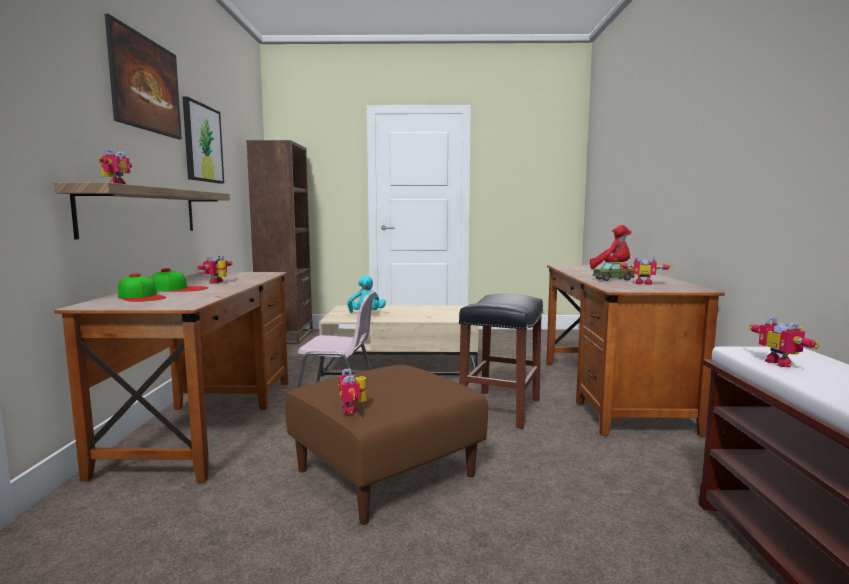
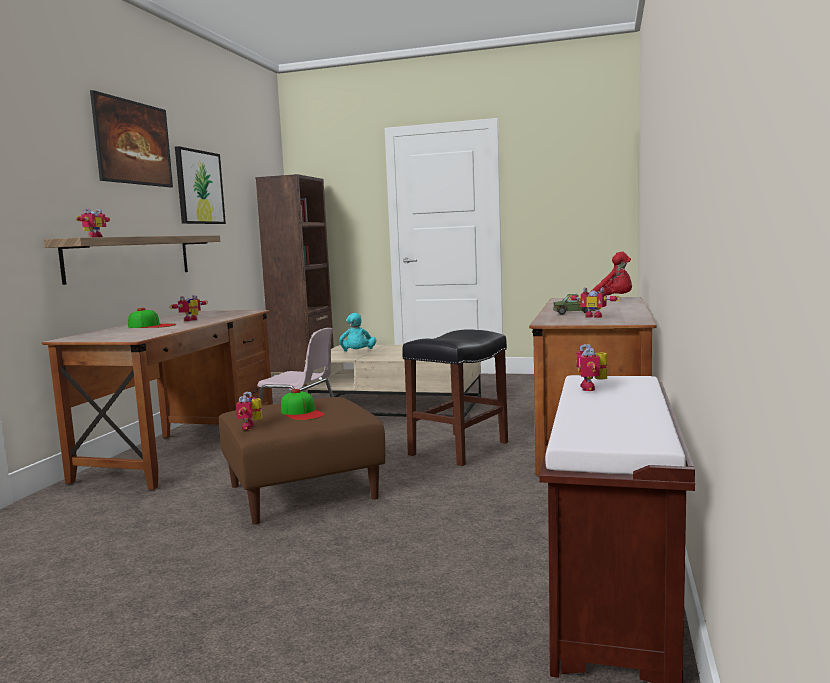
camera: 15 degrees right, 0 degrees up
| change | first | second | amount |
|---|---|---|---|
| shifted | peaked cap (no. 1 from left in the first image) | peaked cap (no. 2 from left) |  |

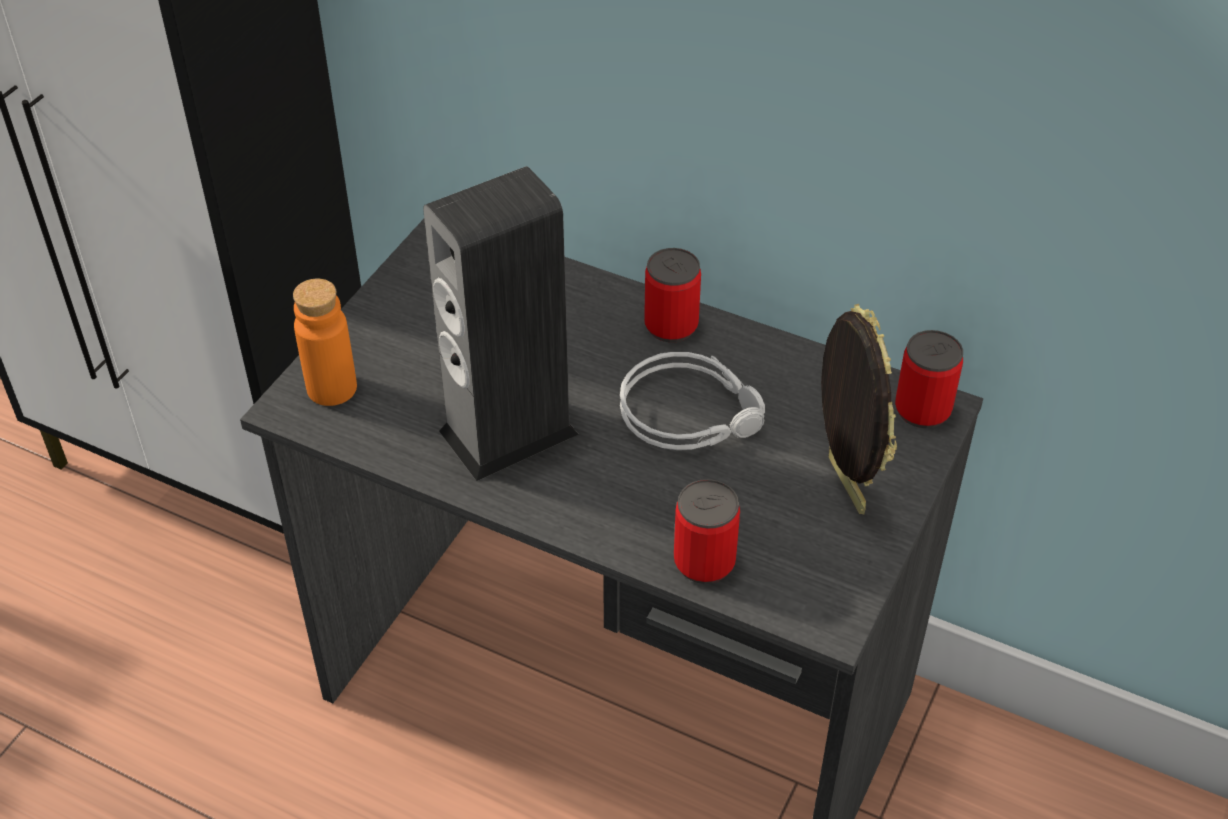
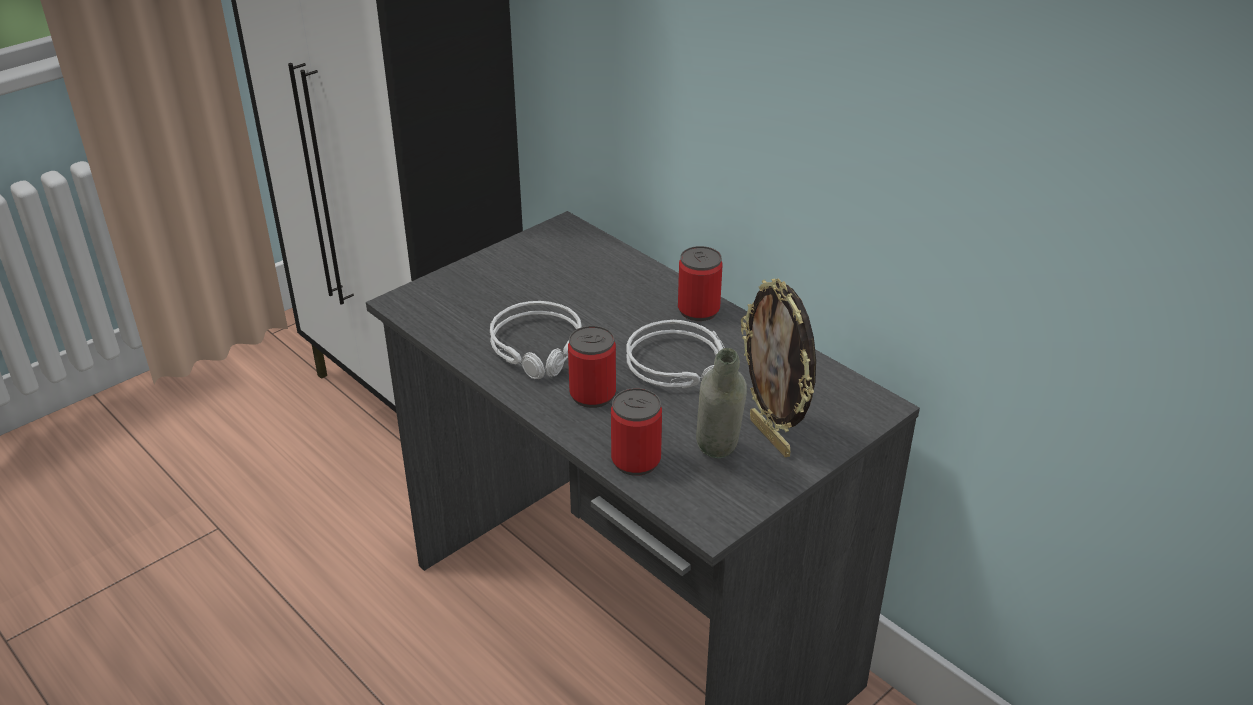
camera: 20 degrees right, 10 degrees down
| change | first | second | amount |
|---|---|---|---|
| swapped | speaker | greyish pair of headphones (no. 1 from left) |  |
| shifted | metal can (no. 3 from left in the first image) | metal can (no. 1 from left) |  |
| new |  | greyish bottle |  |
| rotated | photo frame |  | 150 degrees clockwise |
| gone | orangey bottle |  |  |

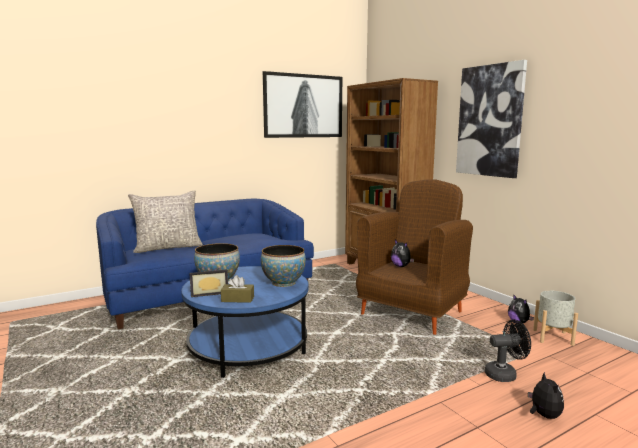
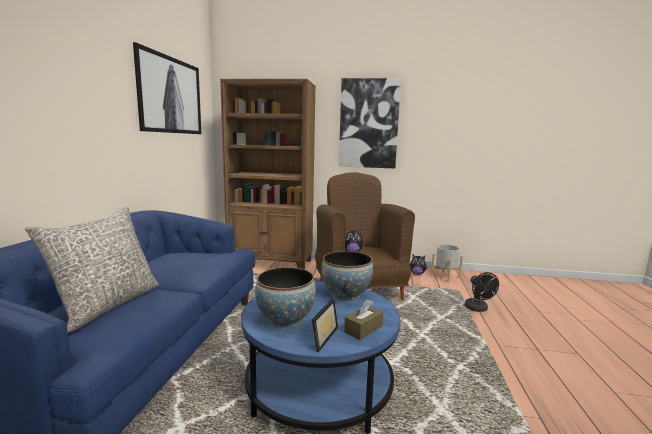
camera: 50 degrees left, 0 degrees up
| change | first | second | amount |
|---|---|---|---|
| rotated | blackish cooling fan |  | 135 degrees clockwise |
| gone | soft toy (no. 3 from left) |  |  |

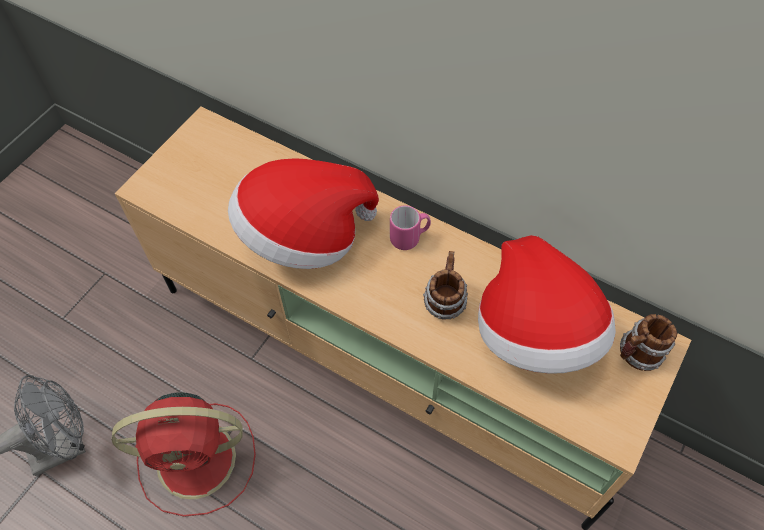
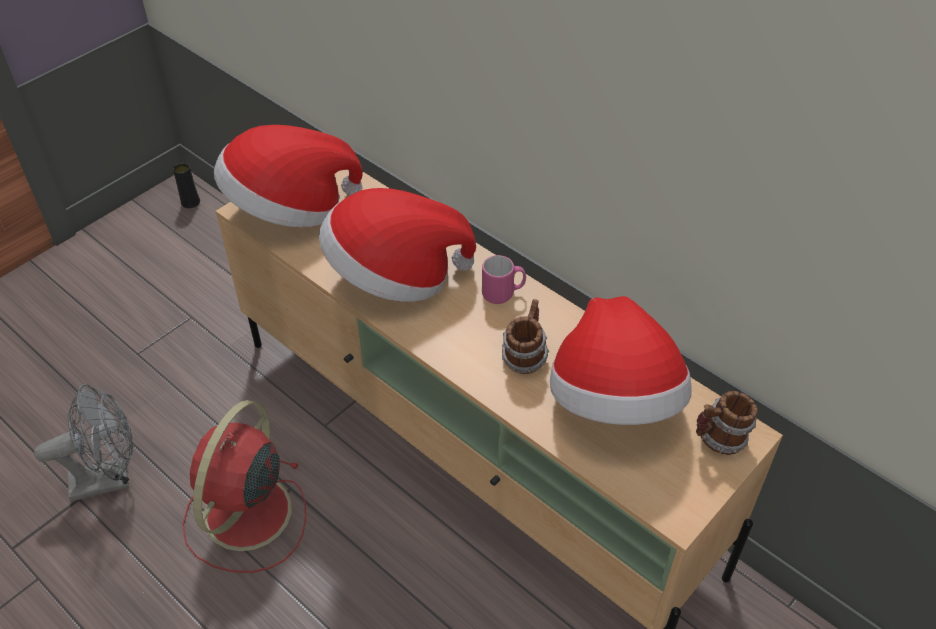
camera: 10 degrees right, 10 degrees down
| change | first | second | amount |
|---|---|---|---|
| new |  | blackish decorative vase |  |
| rotated | red cooling fan |  | 105 degrees clockwise |
| new |  | hat (no. 1 from left) |  |

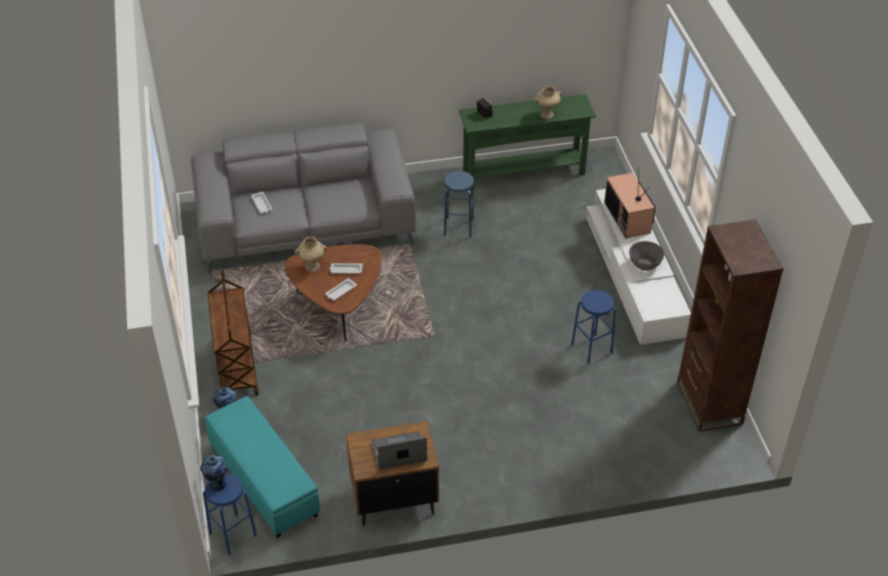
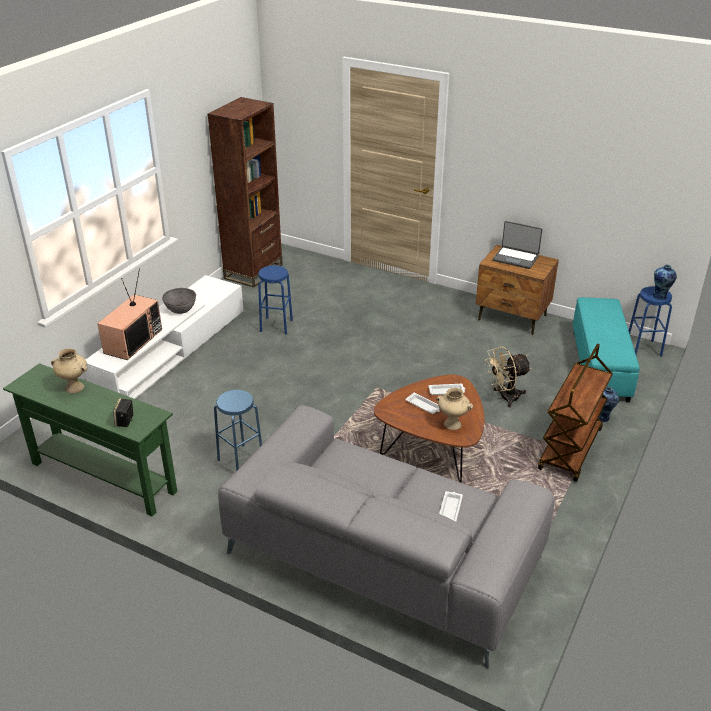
camera: 140 degrees left, 10 degrees down
| change | first | second | amount |
|---|---|---|---|
| new |  | beige cooling fan |  |

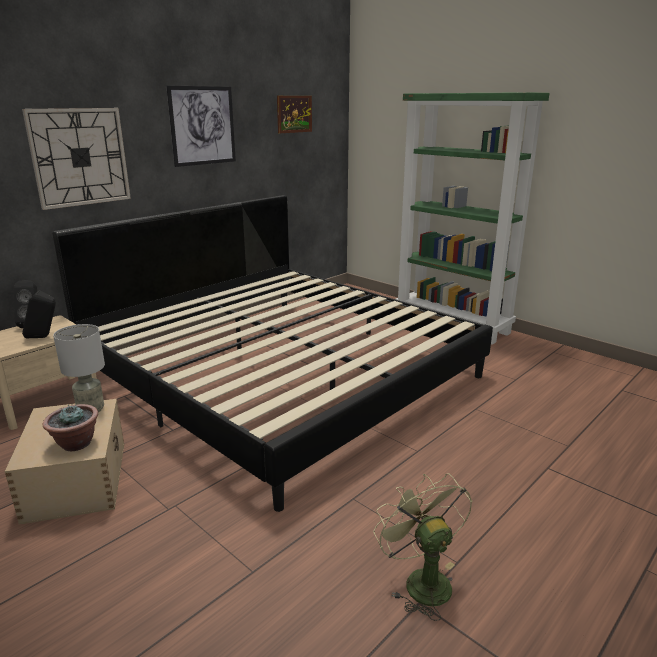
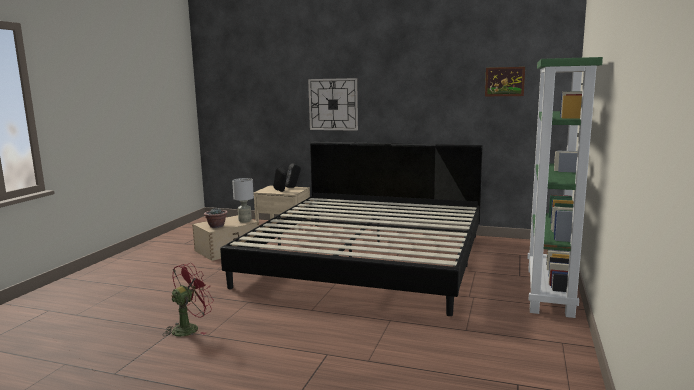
camera: 65 degrees right, 10 degrees down
| change | first | second | amount |
|---|---|---|---|
| repainted | greenish cooling fan | red cooling fan |  |
| gone | wall art (no. 1 from left) |  |  |

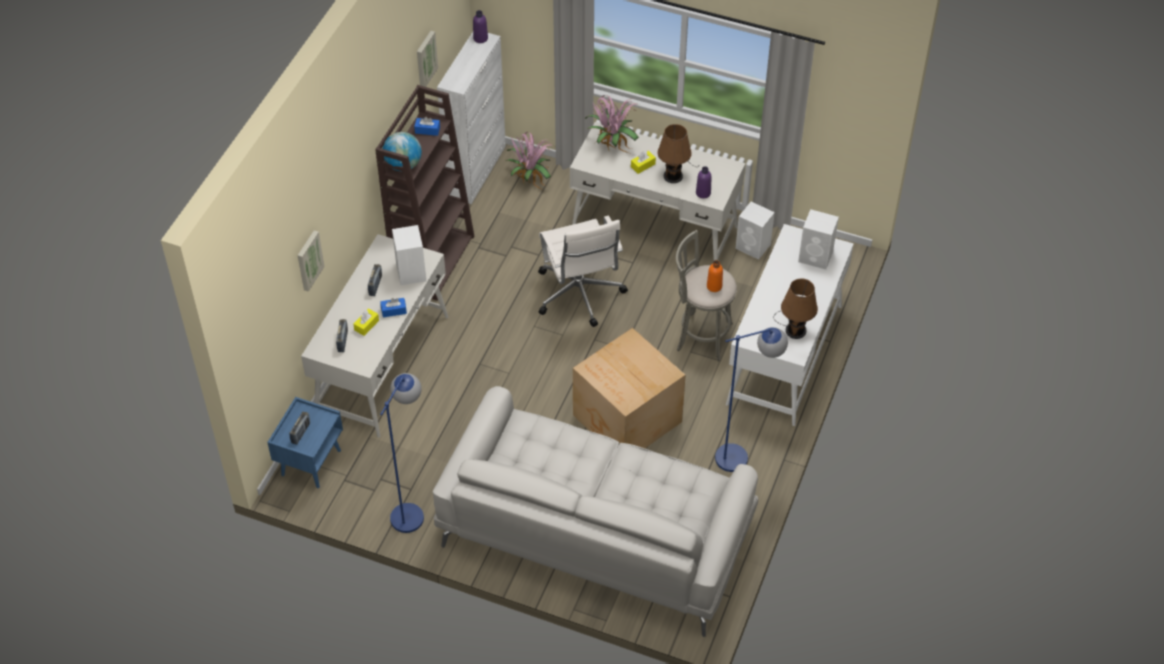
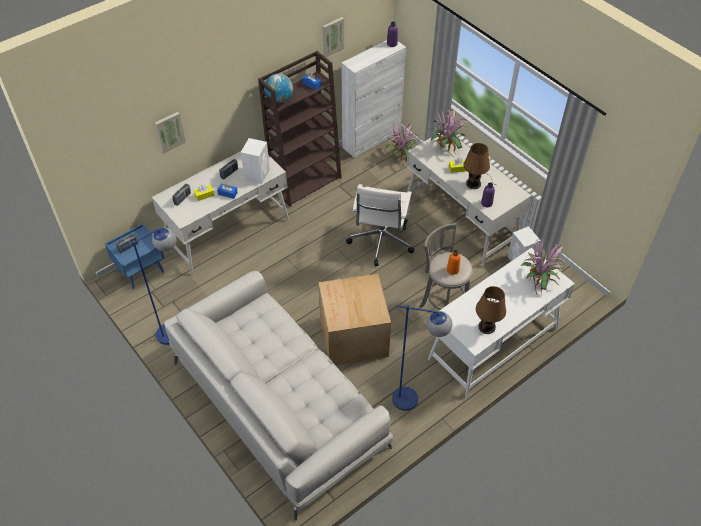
camera: 30 degrees right, 0 degrees up
| change | first | second | amount |
|---|---|---|---|
| swapped | whitish speaker (no. 3 from left) | potted plant (no. 3 from left) |  |

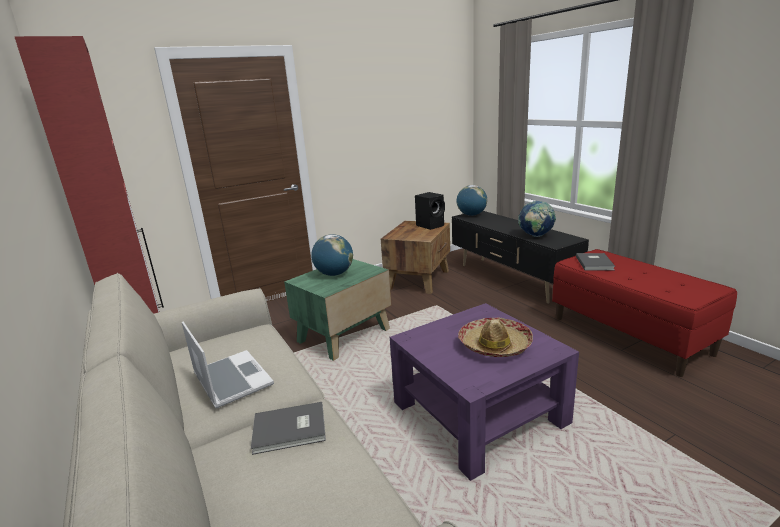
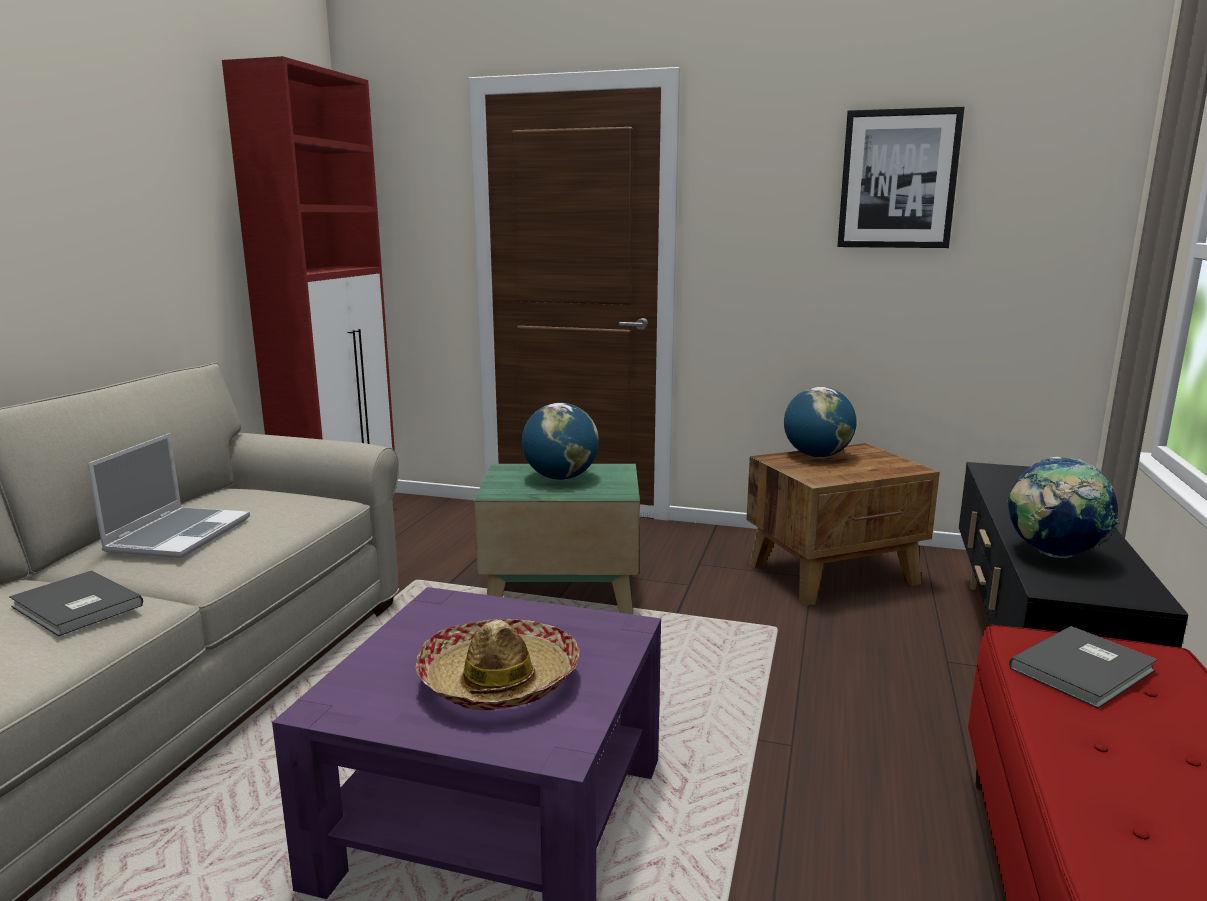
camera: 45 degrees right, 5 degrees down
| change | first | second | amount |
|---|---|---|---|
| shifted | globe (no. 2 from left) |  |  |
| new |  | wall art |  |
| gone | blackish speaker |  |  |

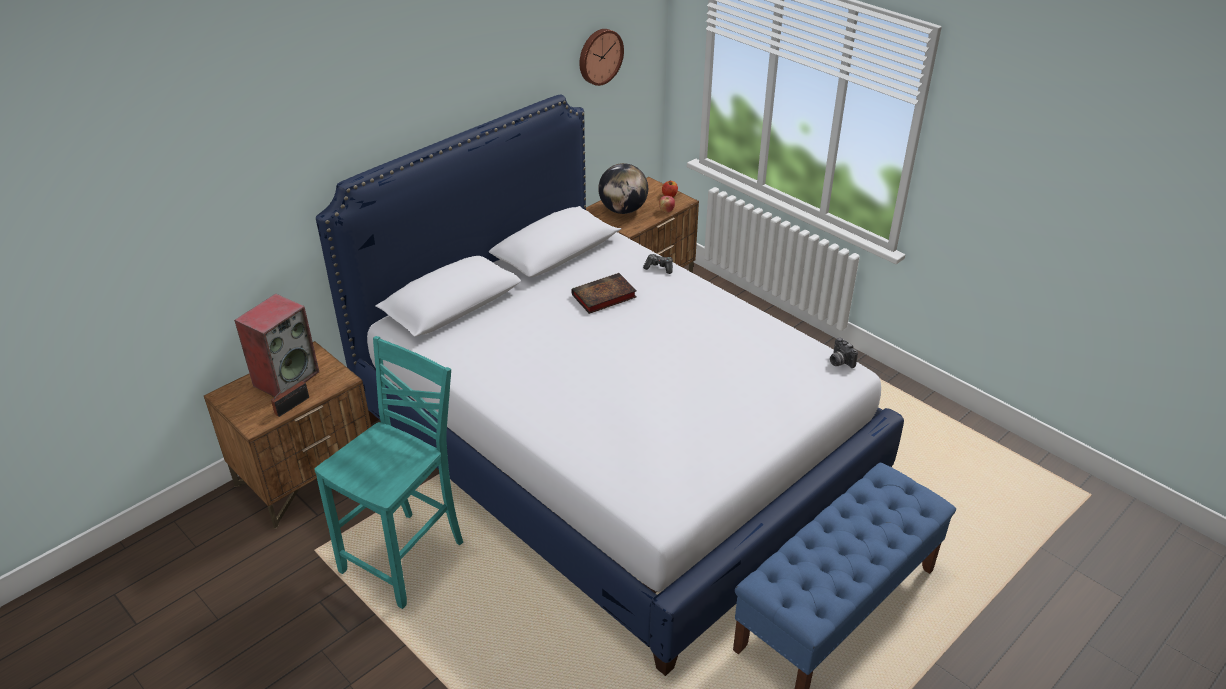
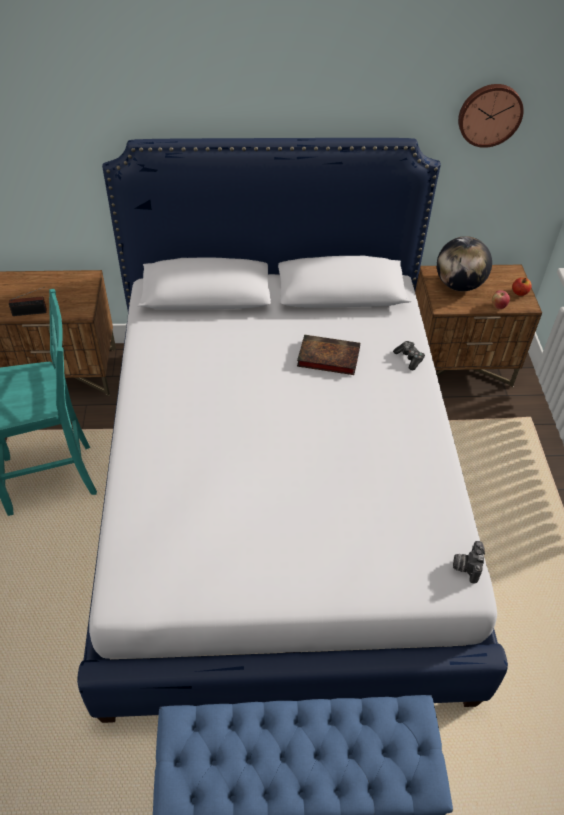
camera: 40 degrees right, 10 degrees up
| change | first | second | amount |
|---|---|---|---|
| gone | speaker |  |  |

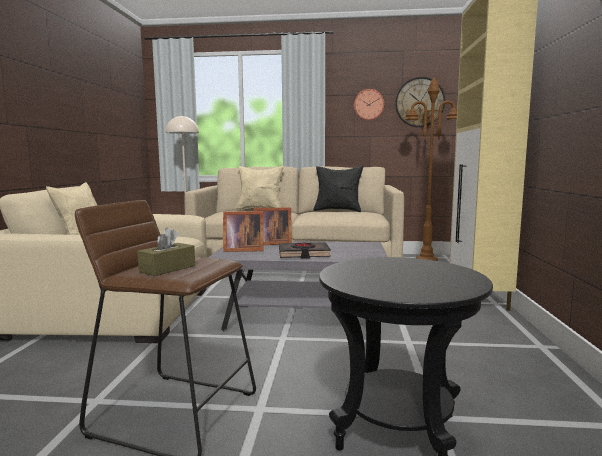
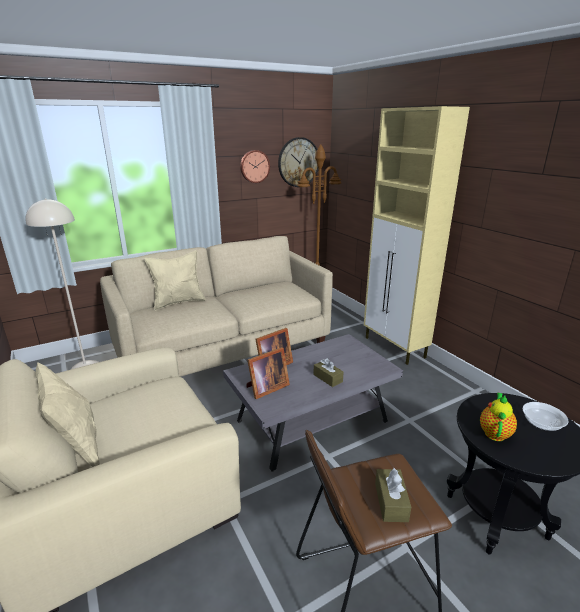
camera: 35 degrees left, 15 degrees up
| change | first | second | amount |
|---|---|---|---|
| swapped | blackish book | brown-coloured tissue holder (no. 1 from left) |  |
| new |  | teapot |  |
| new |  | serving bowl |  |
| gone | blackish pillow |  |  |

